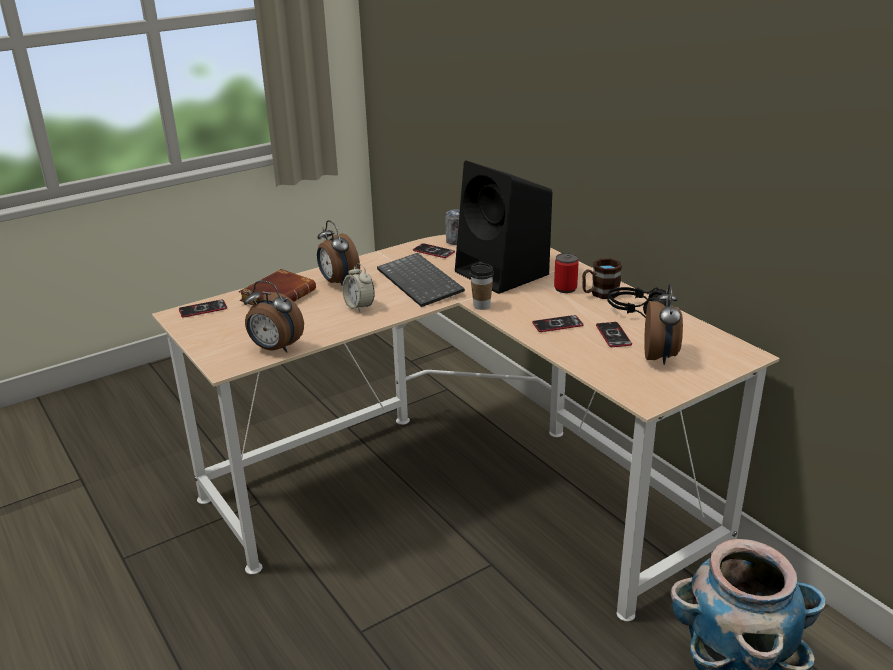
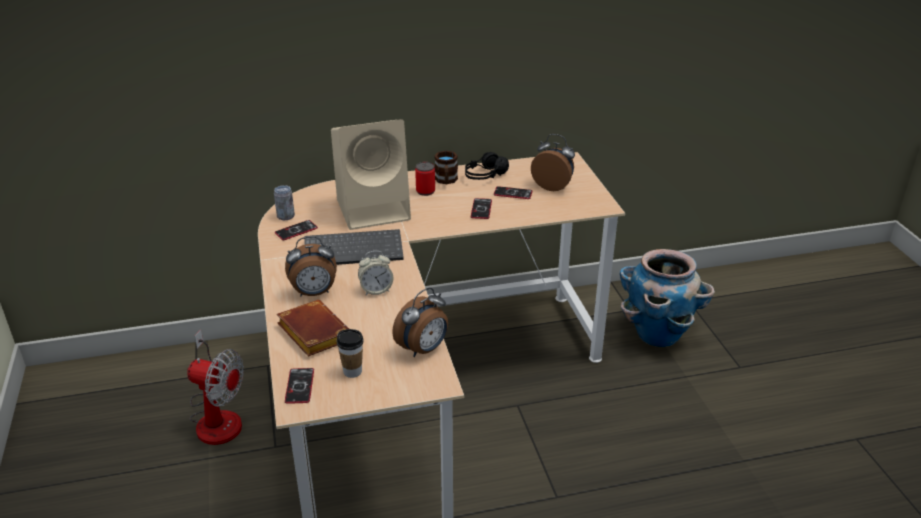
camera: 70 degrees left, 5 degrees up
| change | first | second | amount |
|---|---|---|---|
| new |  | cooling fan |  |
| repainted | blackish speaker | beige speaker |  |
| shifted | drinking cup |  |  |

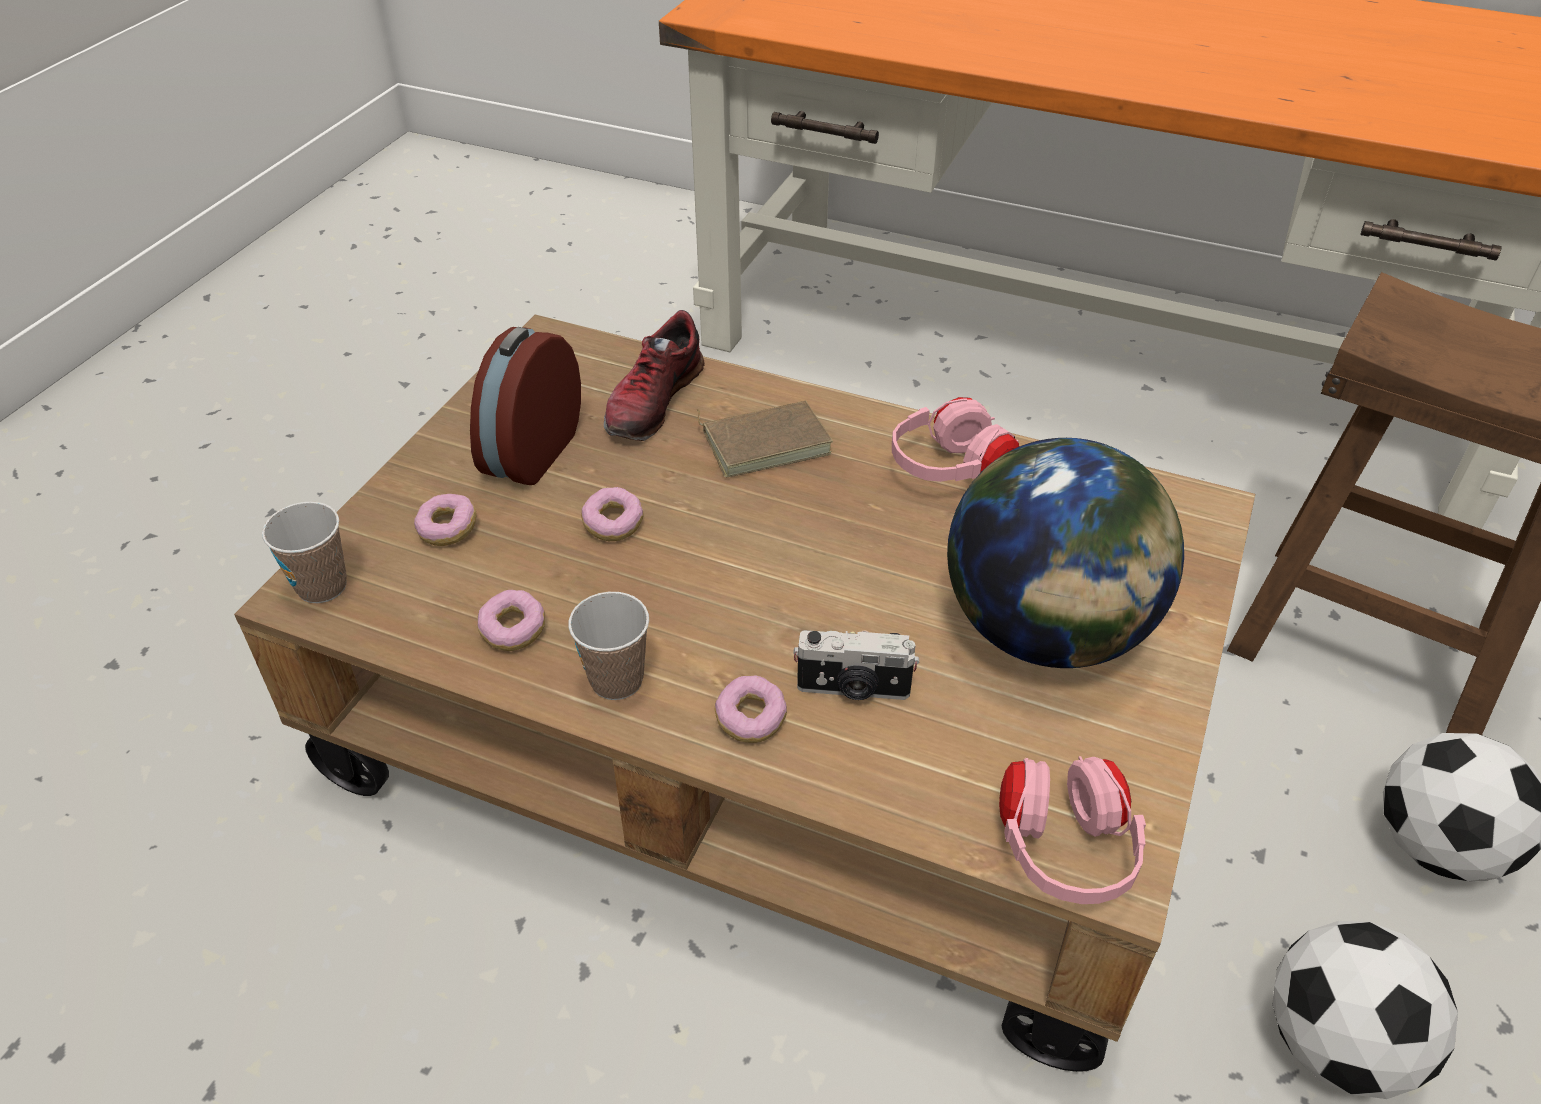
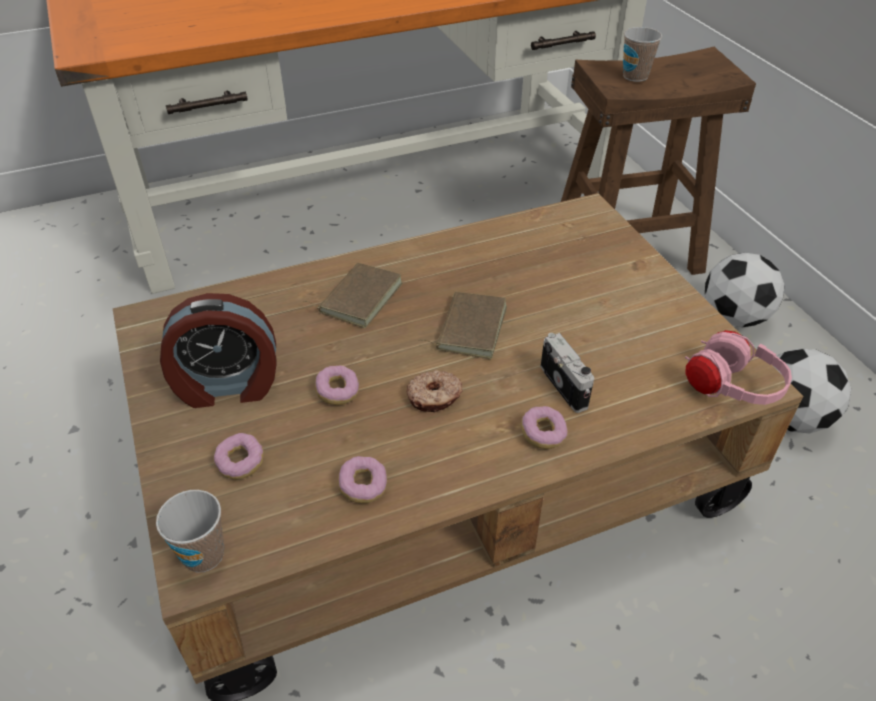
camera: 45 degrees left, 0 degrees up
| change | first | second | amount |
|---|---|---|---|
| rotated | bedside clock |  | 75 degrees counterclockwise |
| new |  | ring doughnut (no. 4 from left) |  |
| new |  | brown-coloured book (no. 2 from left) |  |
| rotated | photo camera |  | 75 degrees counterclockwise |
| shifted | drinking cup (no. 2 from left) |  |  |
| gone | item of footwear |  |  |
| gone | pink-coloured pair of headphones (no. 1 from left) |  |  |
| gone | globe |  |  |

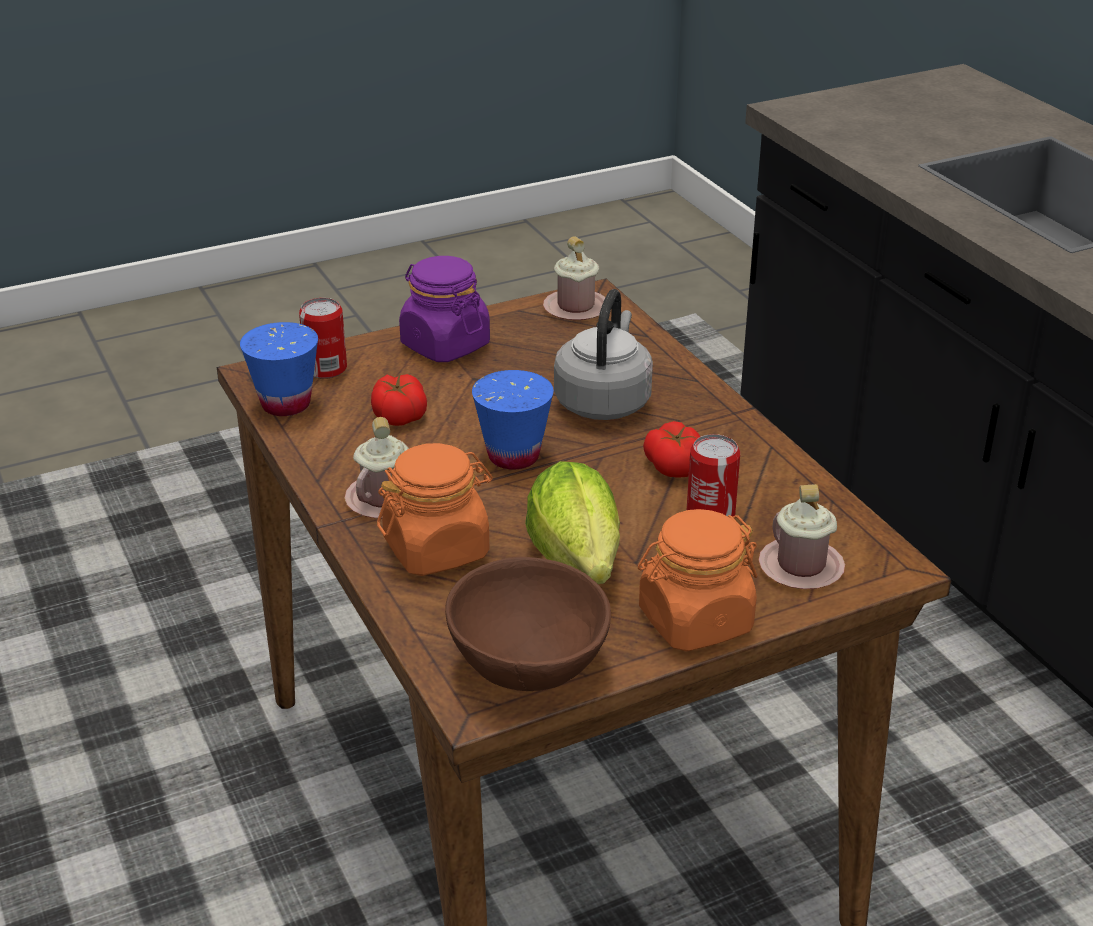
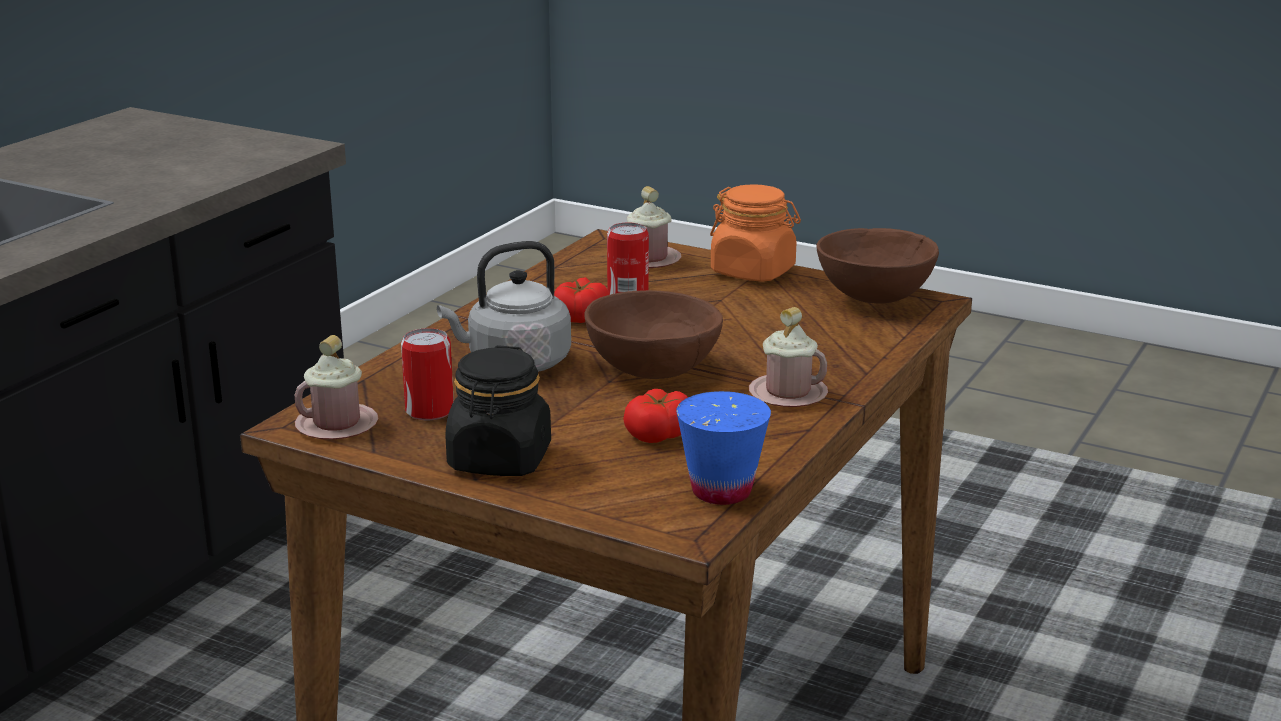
camera: 125 degrees left, 10 degrees down
| change | first | second | amount |
|---|---|---|---|
| shifted | metal can (no. 1 from left) |  |  |
| repainted | purplish storage jar | blackish storage jar |  |
| swapped | bluish drinking cup (no. 2 from left) | brown-coloured serving bowl (no. 1 from left) |  |
| gone | orangey storage jar (no. 1 from left) |  |  |
| gone | head of lettuce |  |  |

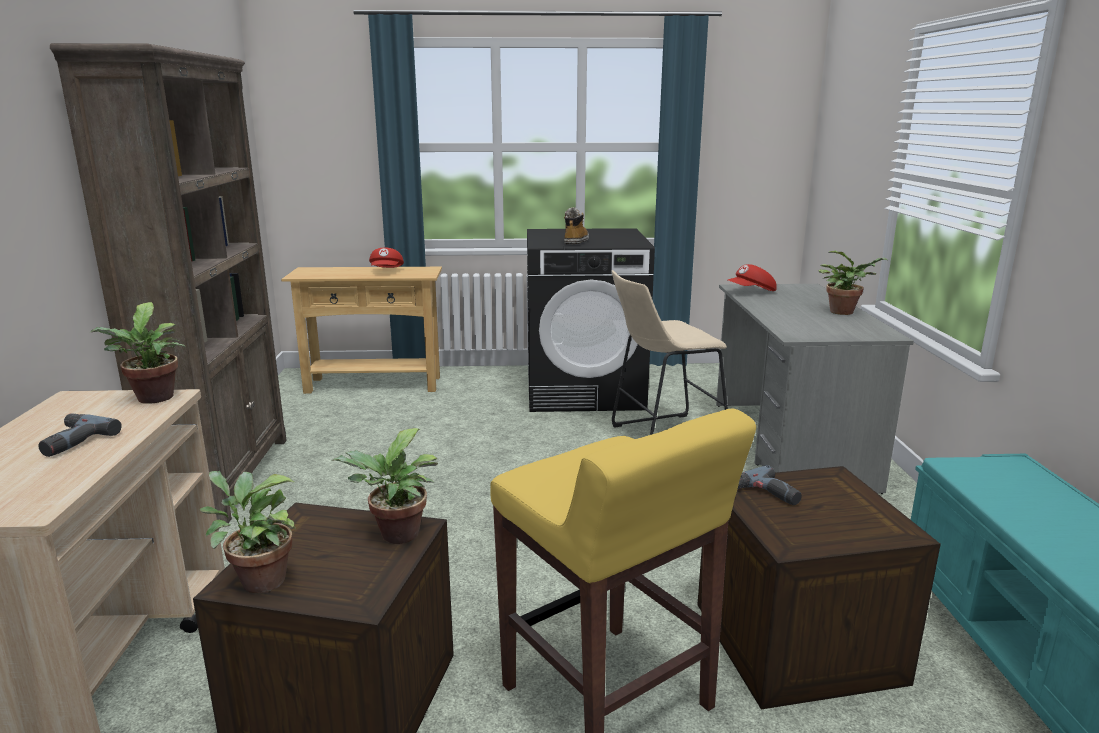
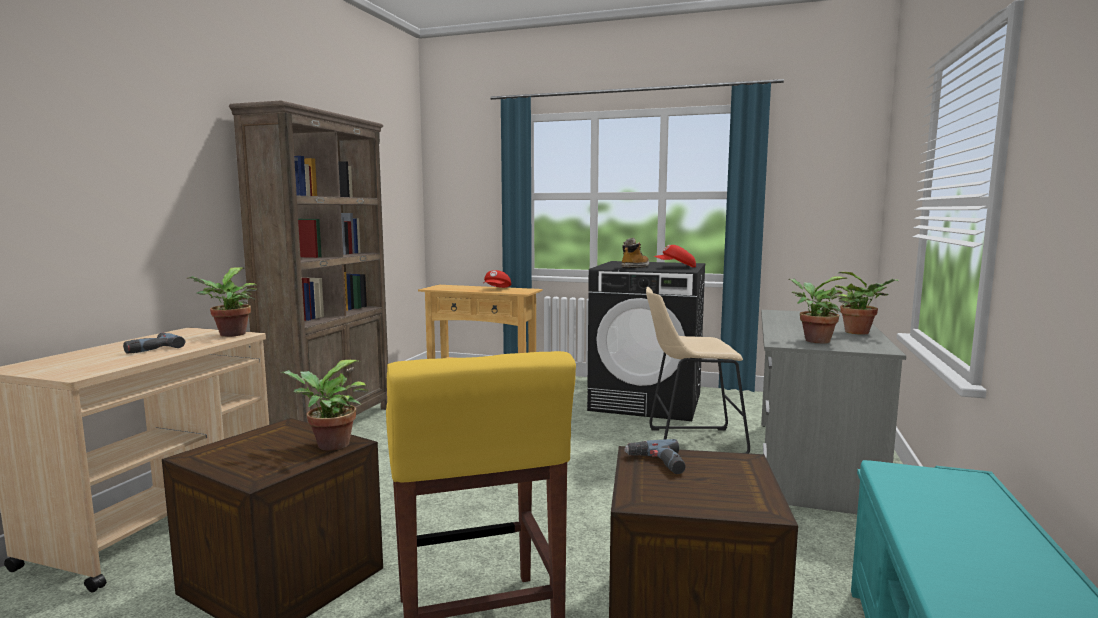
camera: 20 degrees right, 10 degrees down
| change | first | second | amount |
|---|---|---|---|
| shifted | red peaked cap (no. 2 from left) |  |  |
| shifted | potted plant (no. 2 from left in the first image) | potted plant (no. 3 from left) |  |

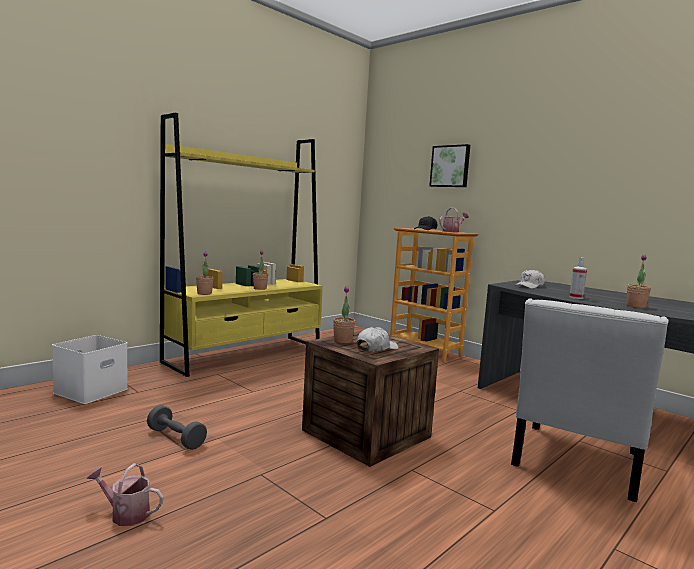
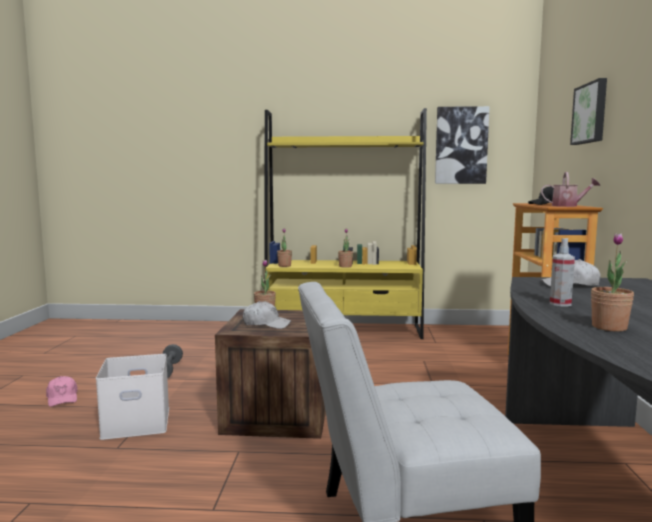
camera: 50 degrees right, 0 degrees up
| change | first | second | amount |
|---|---|---|---|
| swapped | watering pot (no. 1 from left) | pink-coloured peaked cap |  |
| shifted | whitish storage bin |  |  |
| new |  | wall art (no. 1 from left) |  |

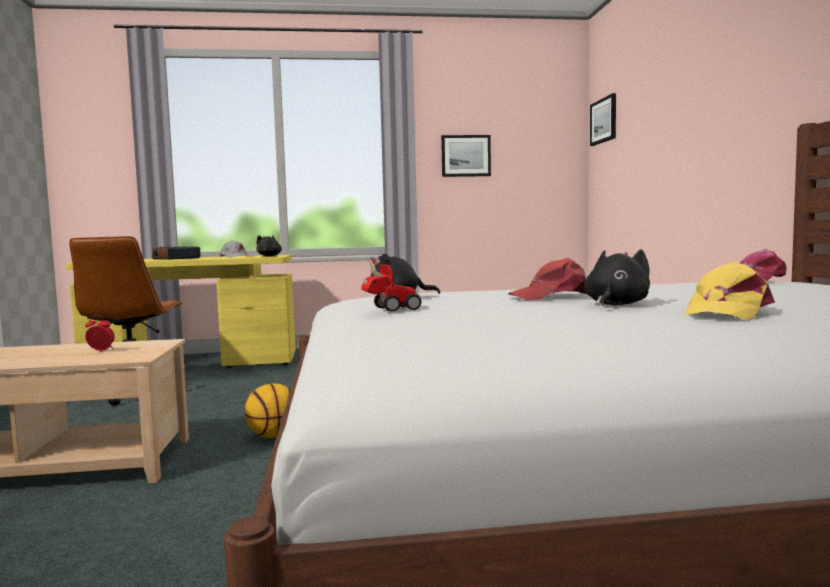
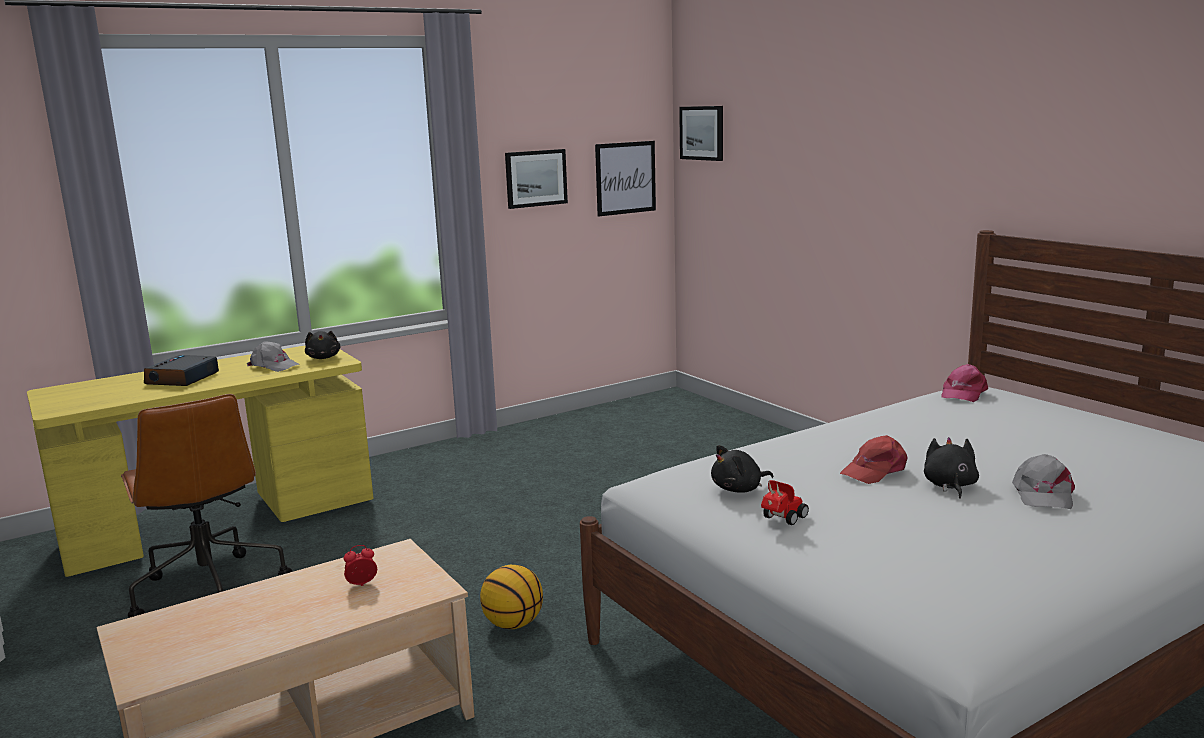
camera: 25 degrees left, 10 degrees up
| change | first | second | amount |
|---|---|---|---|
| new |  | wall art (no. 2 from left) |  |
| repainted | yellow peaked cap | greyish peaked cap (no. 2 from left) |  |

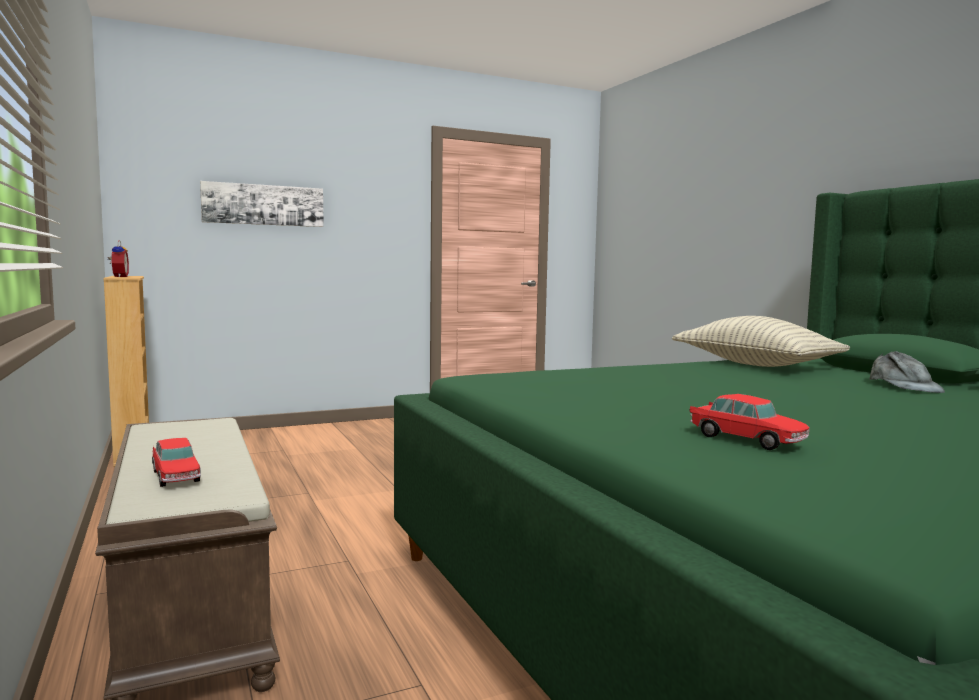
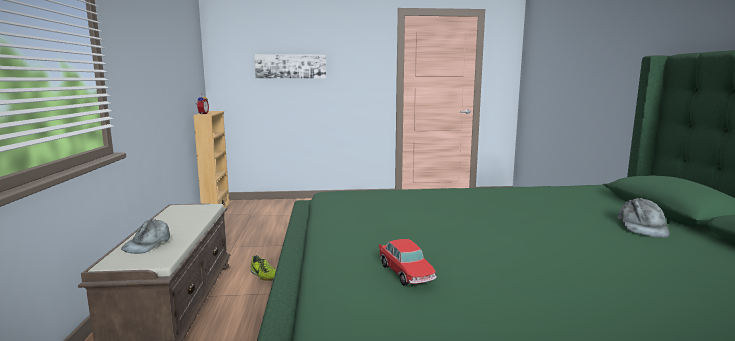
camera: 20 degrees right, 5 degrees up
| change | first | second | amount |
|---|---|---|---|
| swapped | toy car (no. 1 from left) | greyish peaked cap (no. 1 from left) |  |
| new |  | item of footwear |  |
| gone | pillow |  |  |

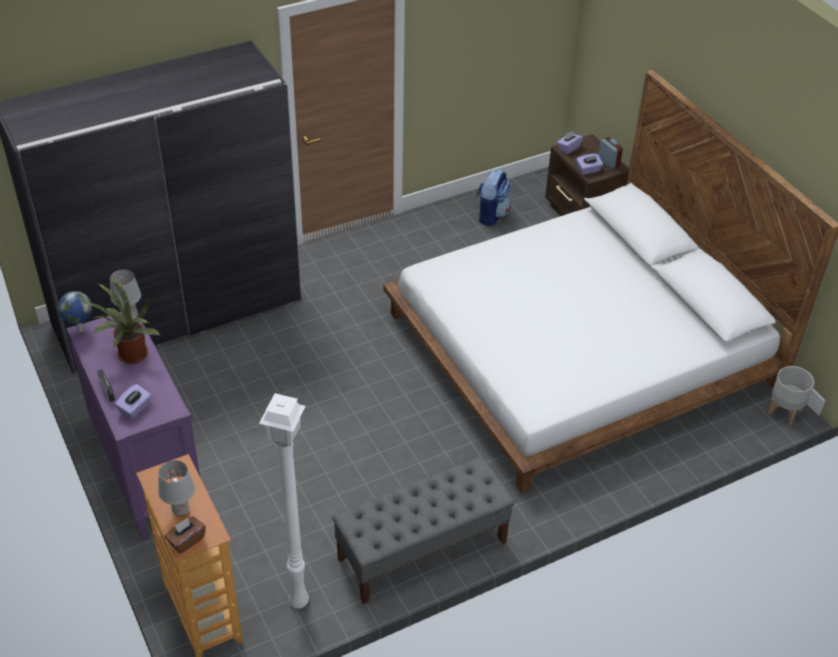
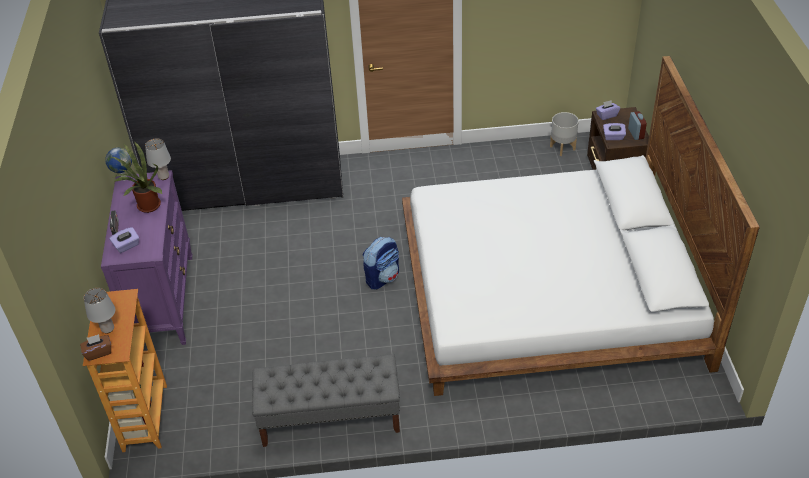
camera: 25 degrees right, 0 degrees up
| change | first | second | amount |
|---|---|---|---|
| shifted | knapsack |  |  |
| shifted | greyish planter |  |  |
| gone | whitish standing lamp |  |  |

